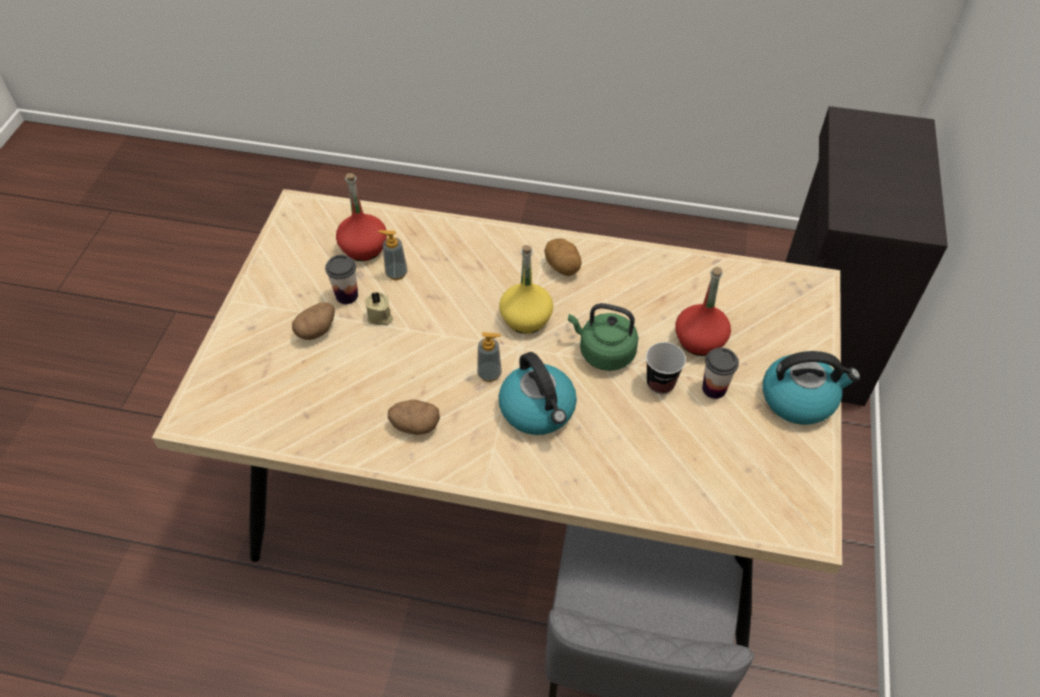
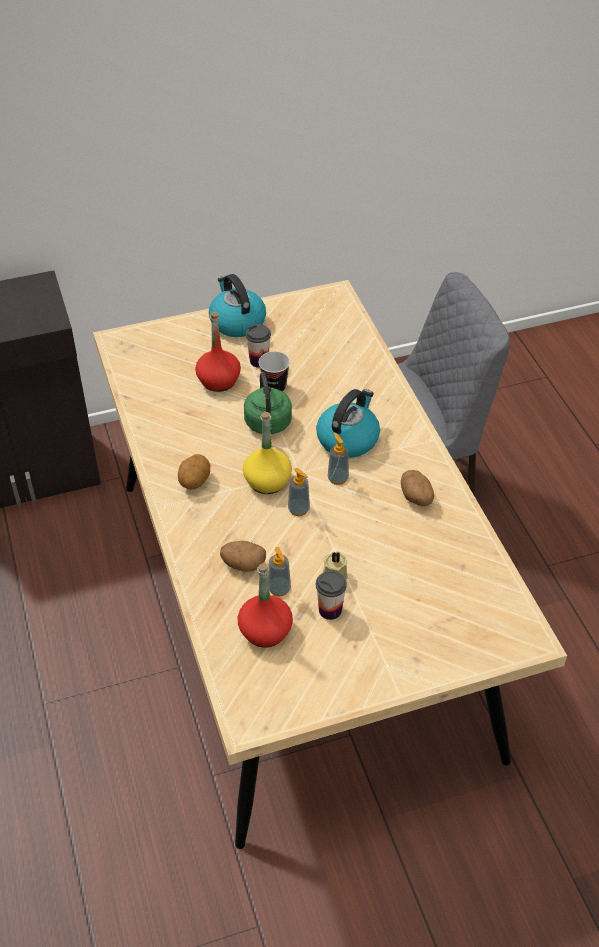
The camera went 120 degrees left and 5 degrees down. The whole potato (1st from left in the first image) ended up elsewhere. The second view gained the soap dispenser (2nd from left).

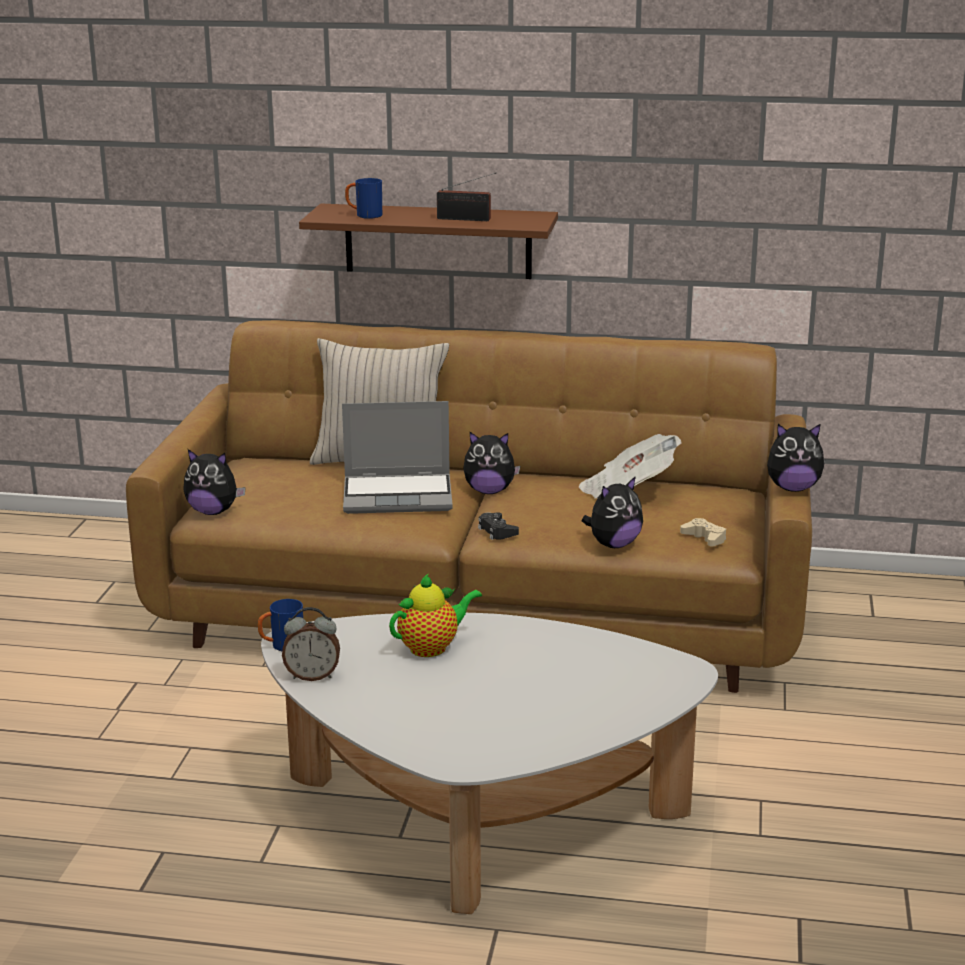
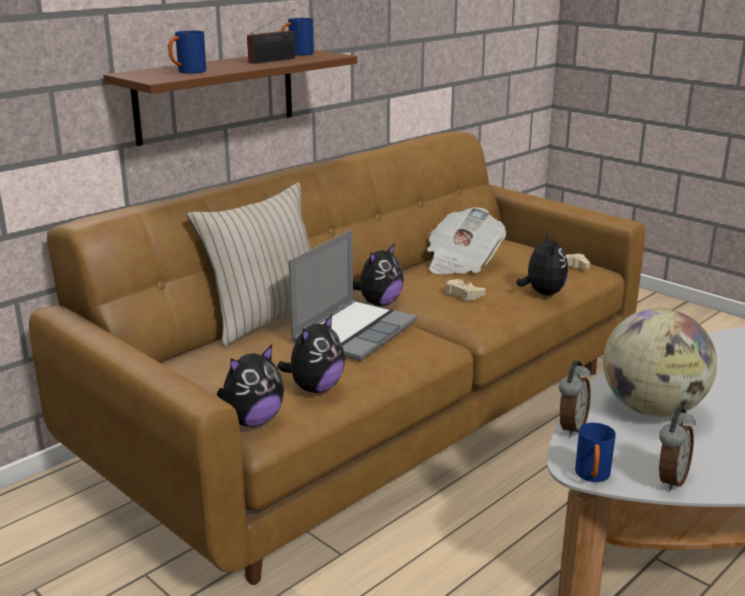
The camera went 55 degrees left and 0 degrees up. The cuddly toy (4th from left in the first image) ended up elsewhere. The second view lost the black gamepad. Where the tea pot stood, the world globe came to stand. The second view gained the blue tea mug (2nd from left). The second view gained the beige-coloured gamepad (1st from left). The second view gained the bedside clock (1st from left).

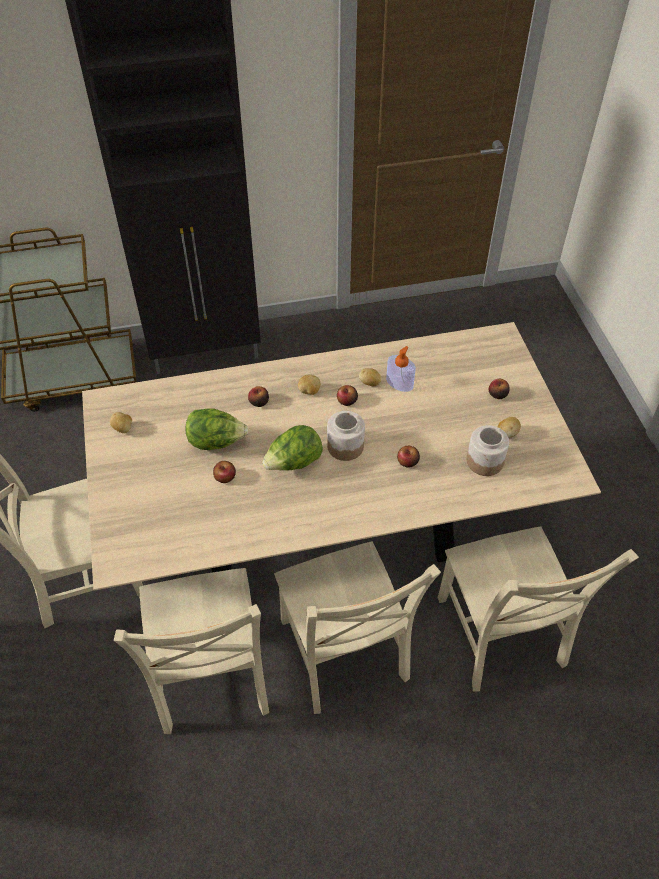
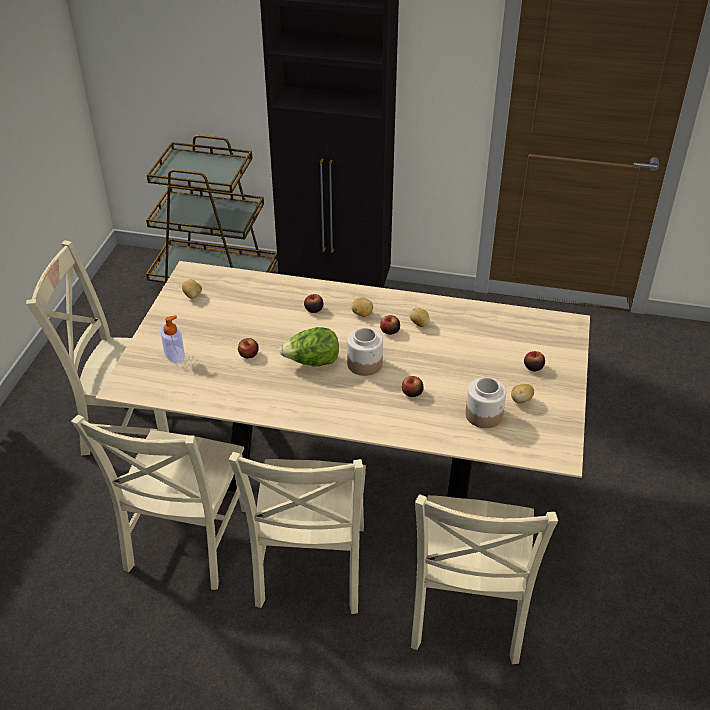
The camera went 25 degrees right and 10 degrees down. The soap dispenser ended up elsewhere. The second view lost the lettuce (1st from left).

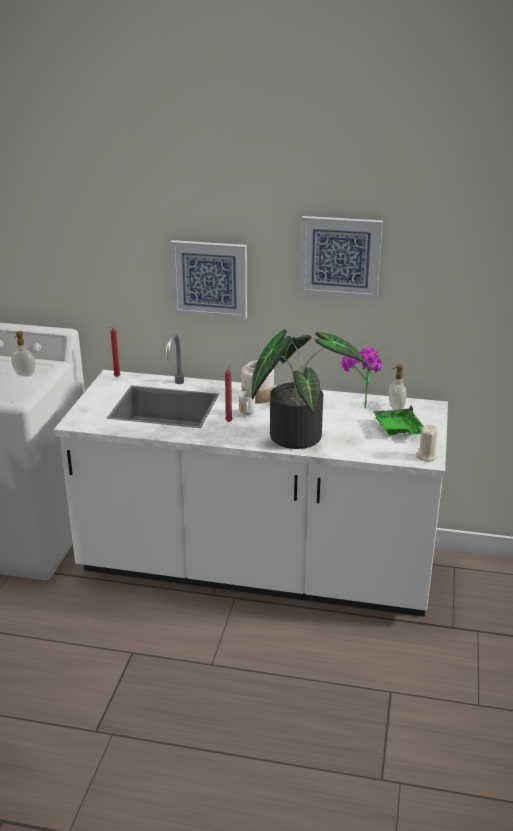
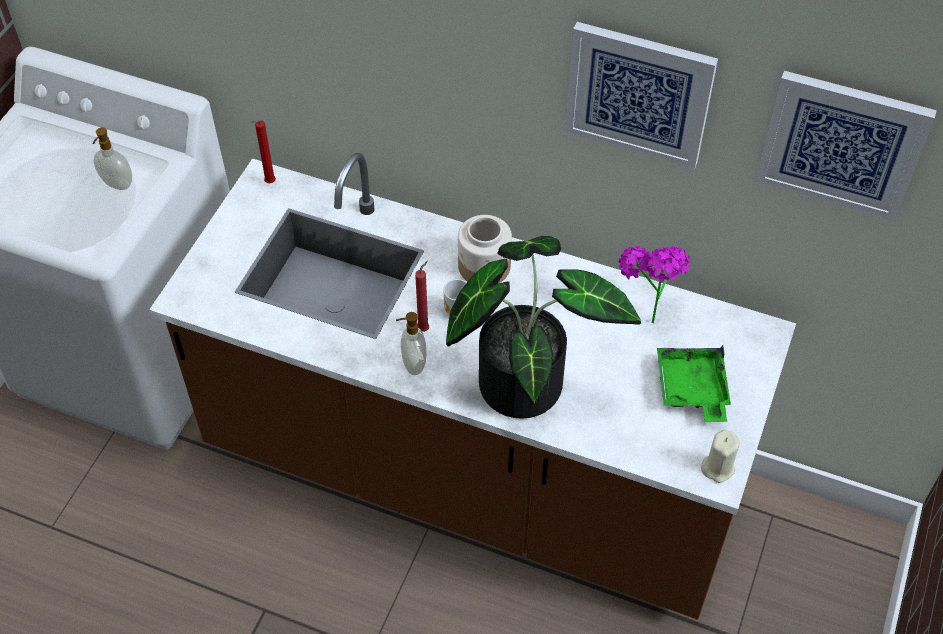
The camera went 10 degrees right and 25 degrees up. The picture (1st from left in the first image) ended up elsewhere. What was the whitish counter turned into the brownish counter. The soap dispenser (2nd from left) ended up elsewhere.

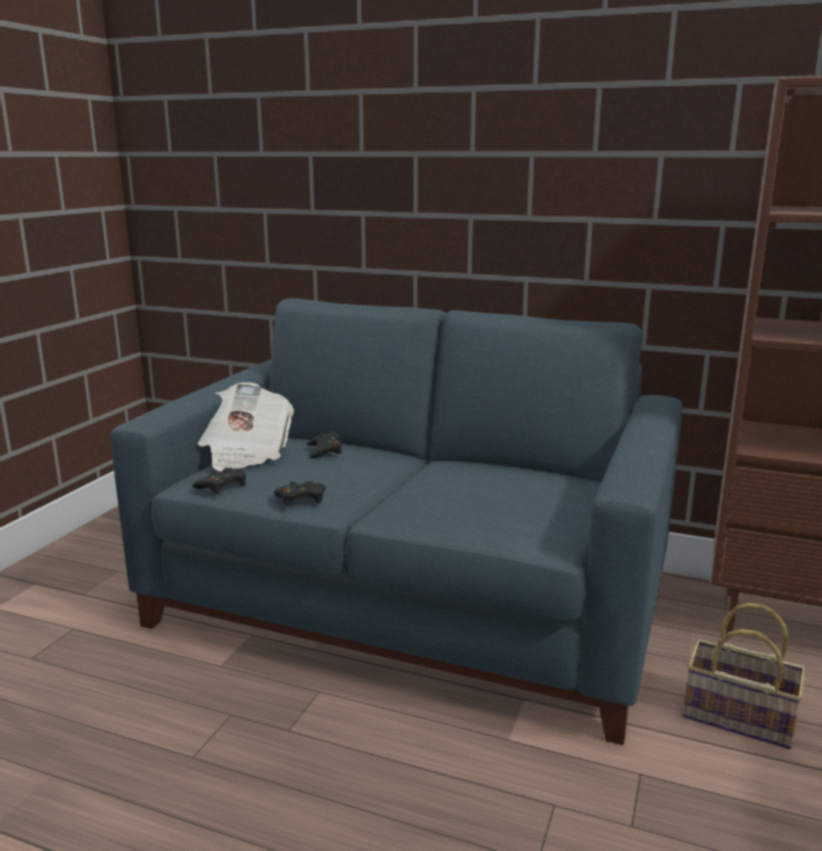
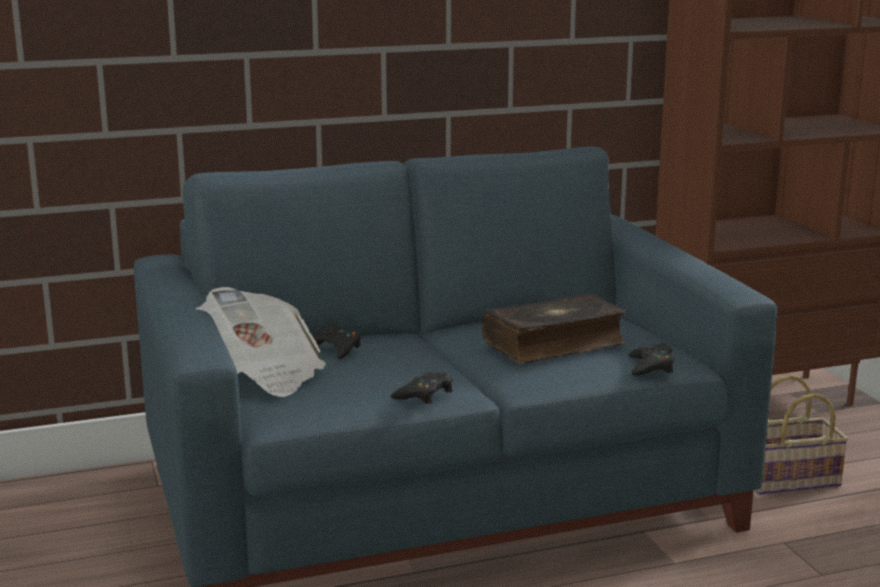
The camera went 40 degrees left and 0 degrees up. The black gamepad (1st from left in the first image) ended up elsewhere. The second view gained the book.

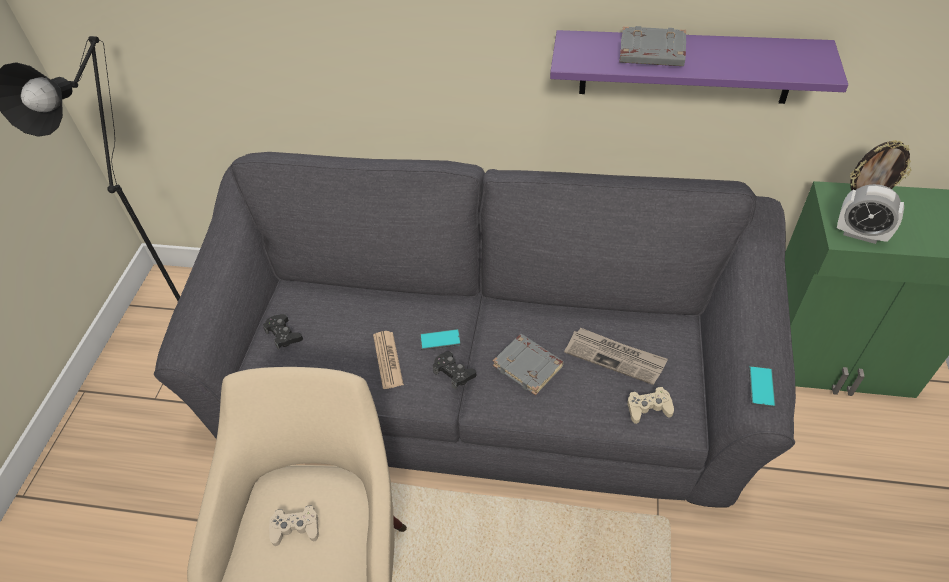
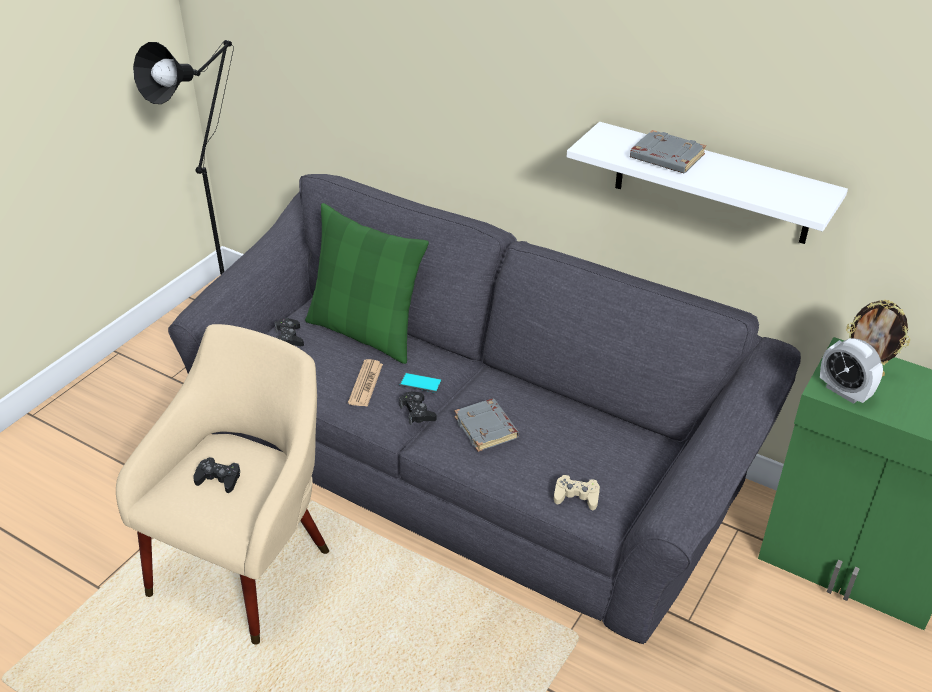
The camera went 20 degrees right and 10 degrees down. What was the purplish wall shelf turned into the whitish wall shelf. The second view lost the printed paper (2nd from left). The second view lost the telephone (2nd from left). What was the beige-coloured gamepad (1st from left) turned into the black gamepad (1st from left). The second view gained the greenish throw pillow.

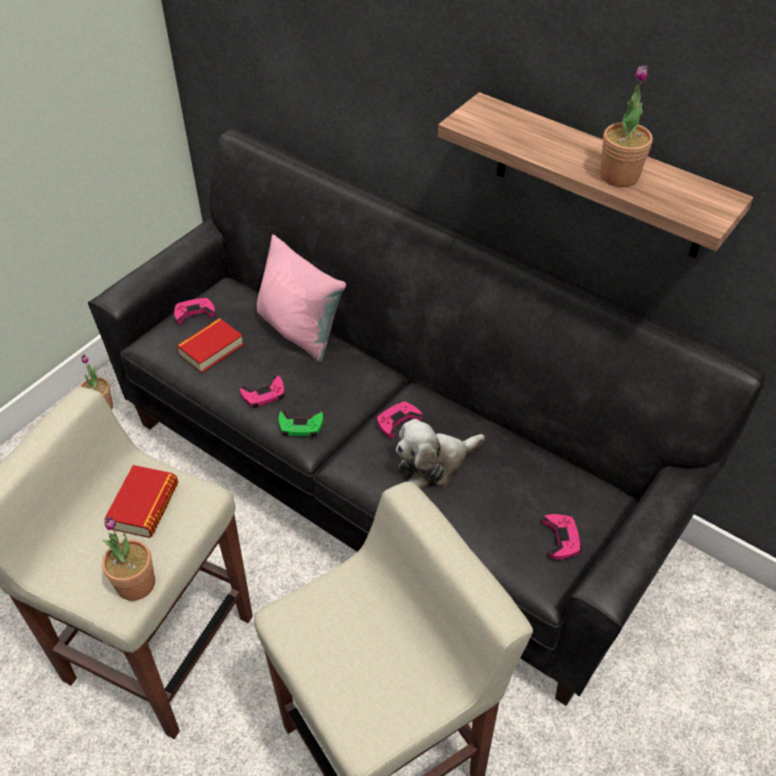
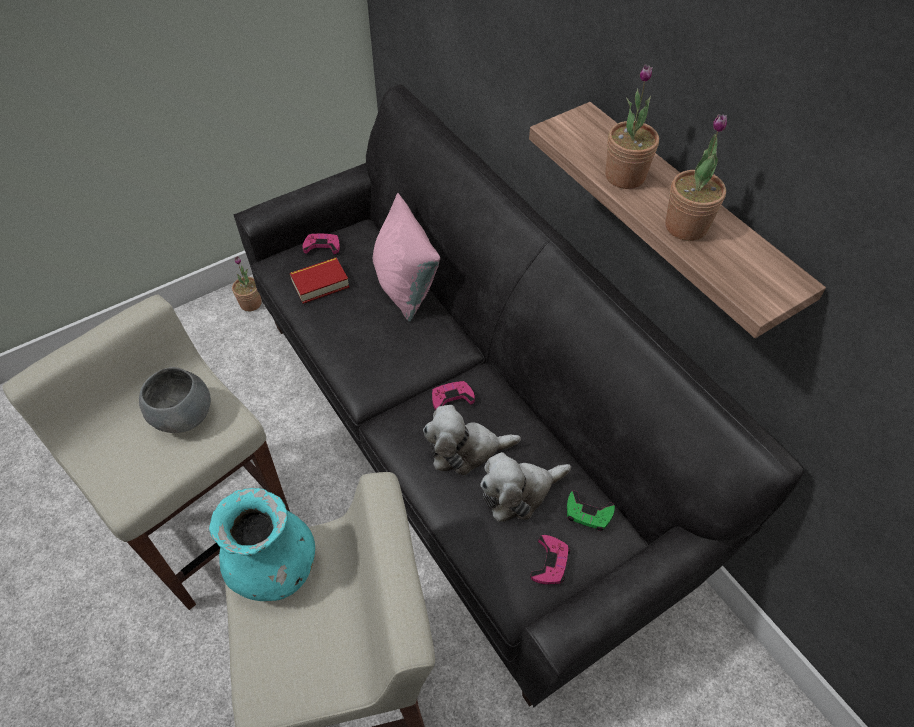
The camera went 20 degrees right and 5 degrees up. The second view lost the pinkish gamepad (2nd from left). The greenish gamepad ended up elsewhere. Where the book (1st from left) stood, the gray serving bowl came to stand. The potted plant (2nd from left) ended up elsewhere. The second view gained the cuddly toy (2nd from left). The second view gained the blue-green decorative vase.

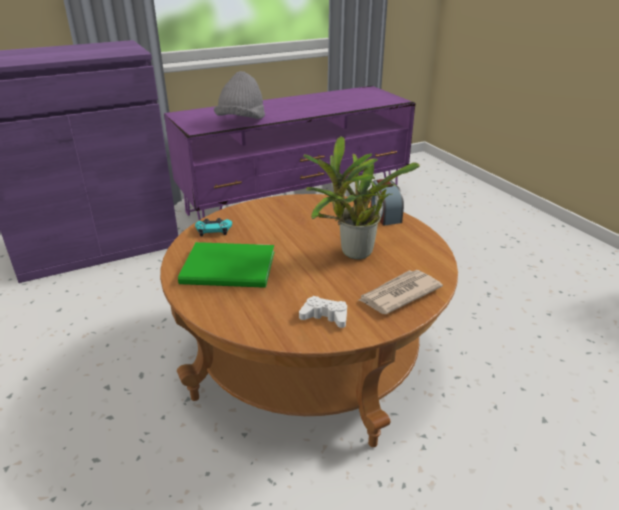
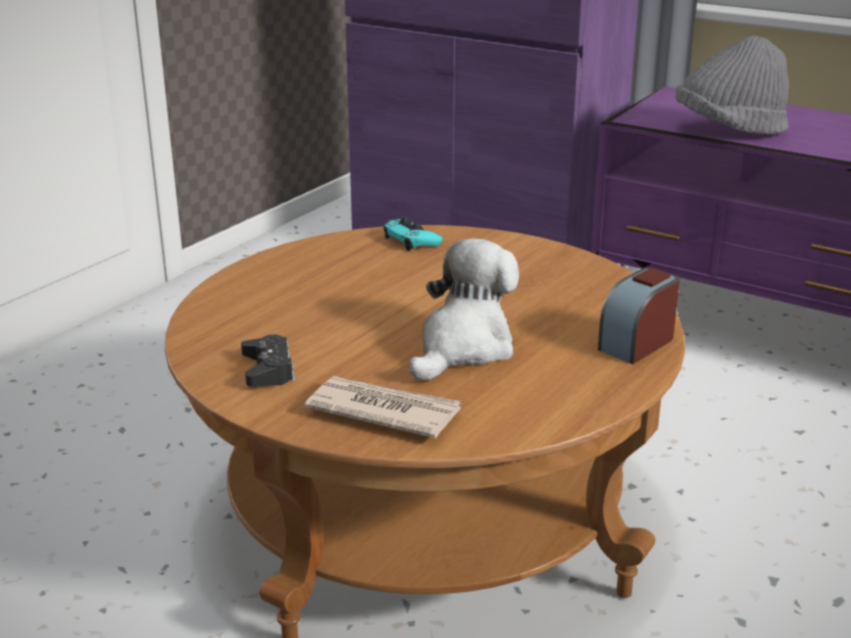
The camera went 60 degrees right and 5 degrees down. Where the potted plant stood, the cuddly toy came to stand. The second view lost the greenish book. What was the whitish gamepad turned into the black gamepad.

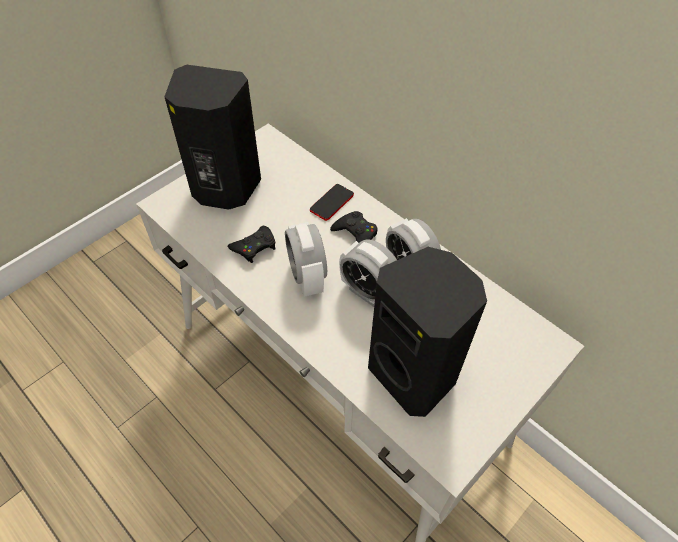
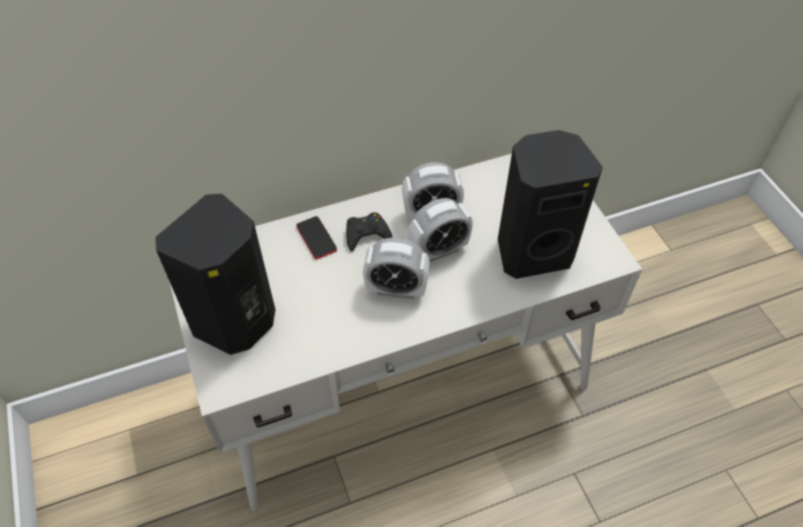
The camera went 65 degrees left and 0 degrees up. The second view lost the black gamepad (1st from left).

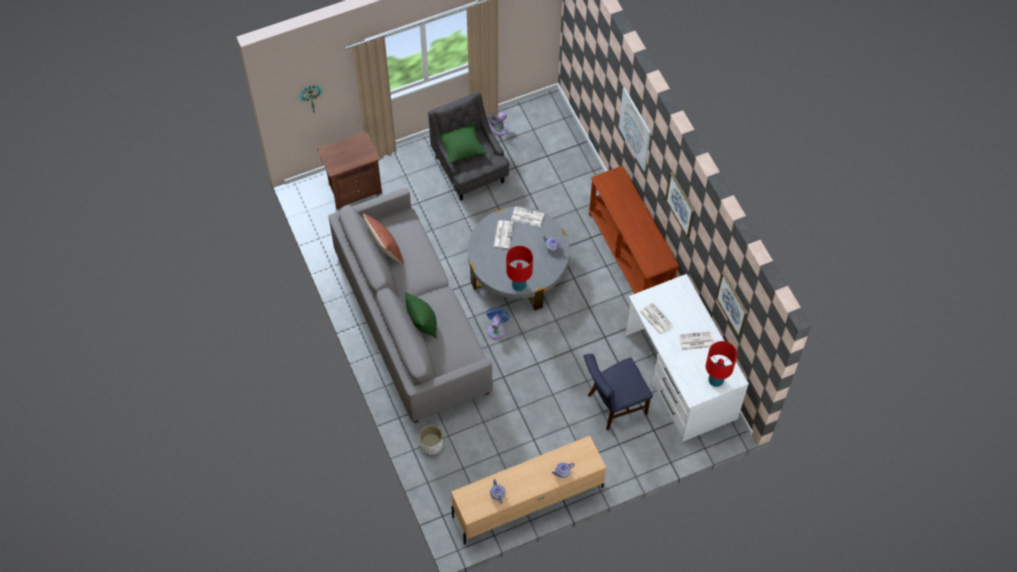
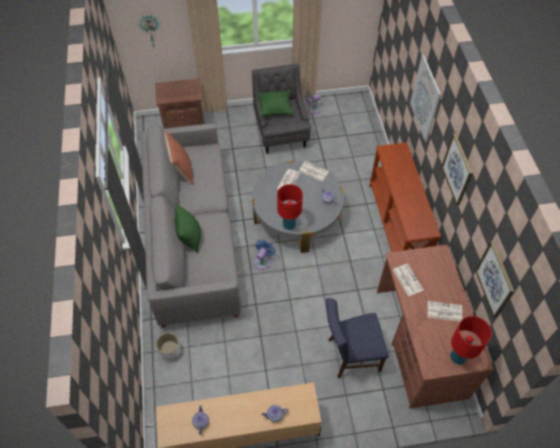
The camera went 15 degrees right and 5 degrees down. What was the whitish desk table turned into the brownish desk table.

